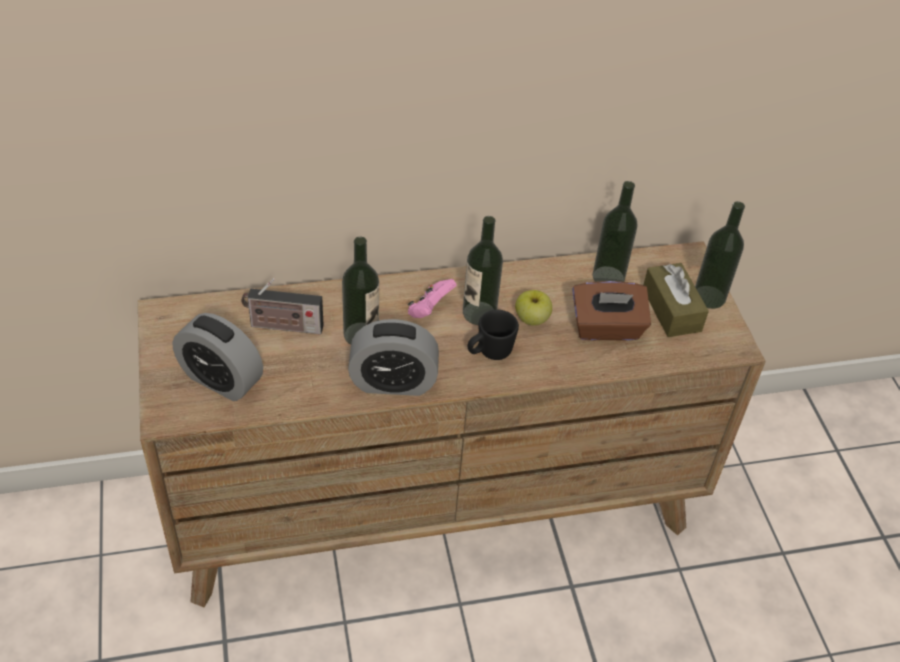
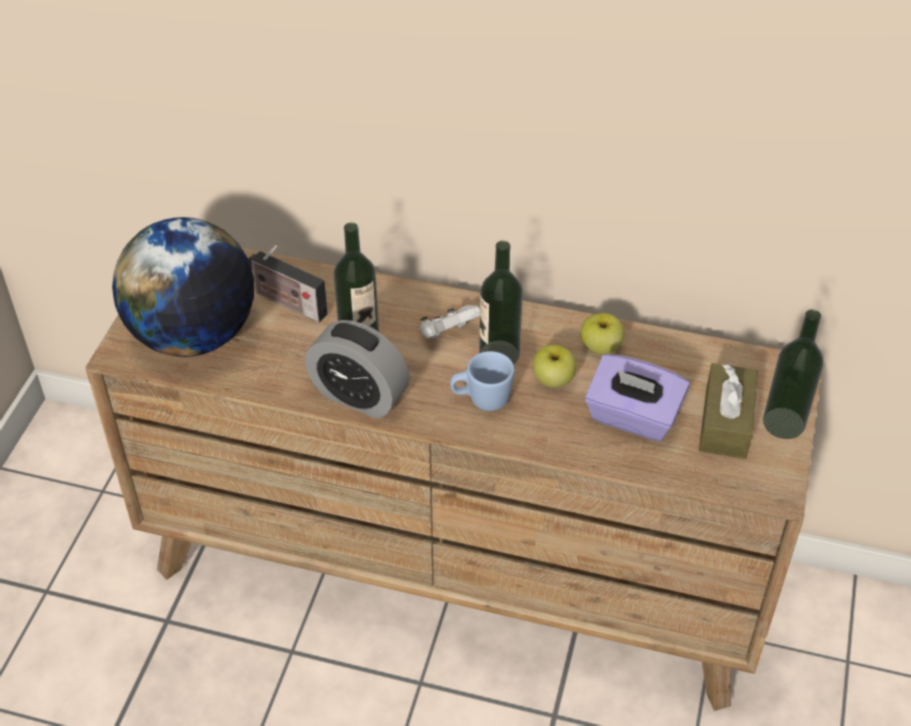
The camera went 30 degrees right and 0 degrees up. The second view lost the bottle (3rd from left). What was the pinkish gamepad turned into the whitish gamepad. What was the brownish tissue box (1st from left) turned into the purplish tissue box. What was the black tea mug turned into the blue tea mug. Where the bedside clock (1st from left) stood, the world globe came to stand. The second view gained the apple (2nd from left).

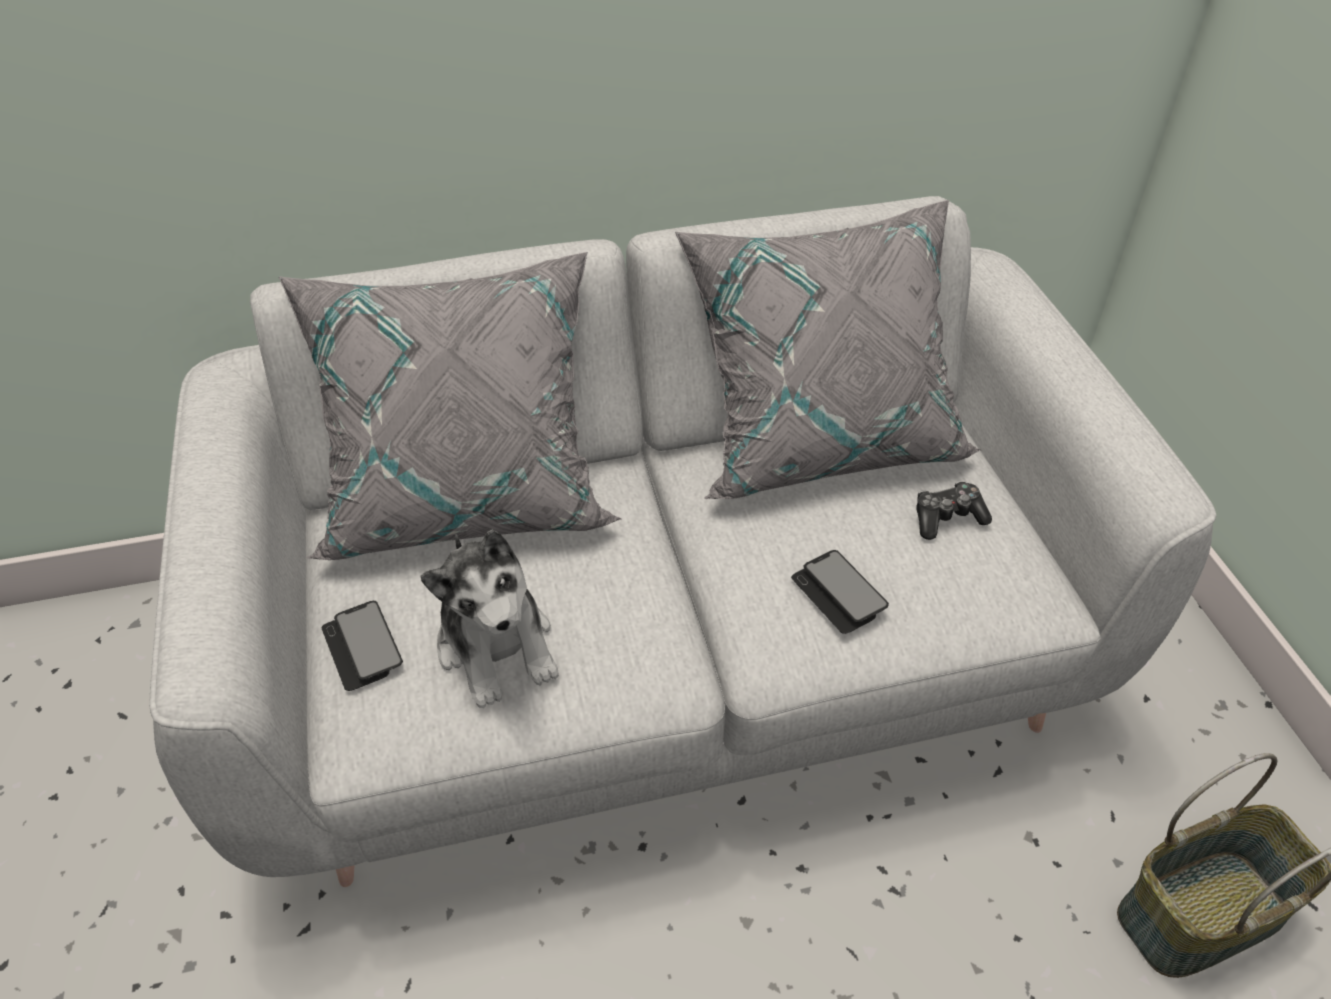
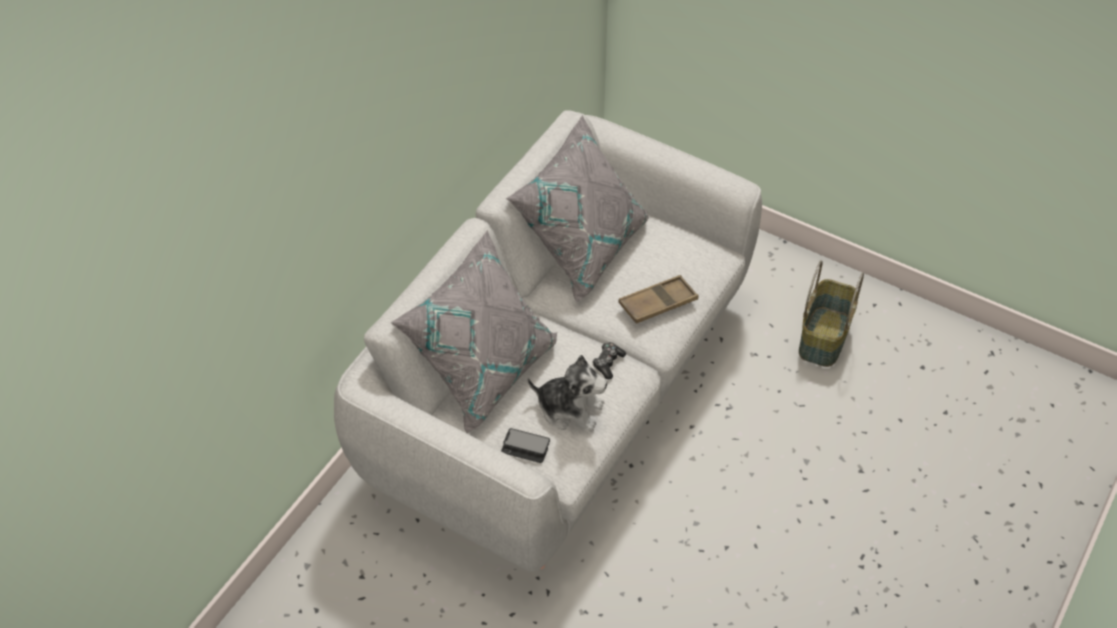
The camera went 45 degrees left and 5 degrees up. The gamepad ended up elsewhere. Where the telephone (2nd from left) stood, the brownish serving tray came to stand.

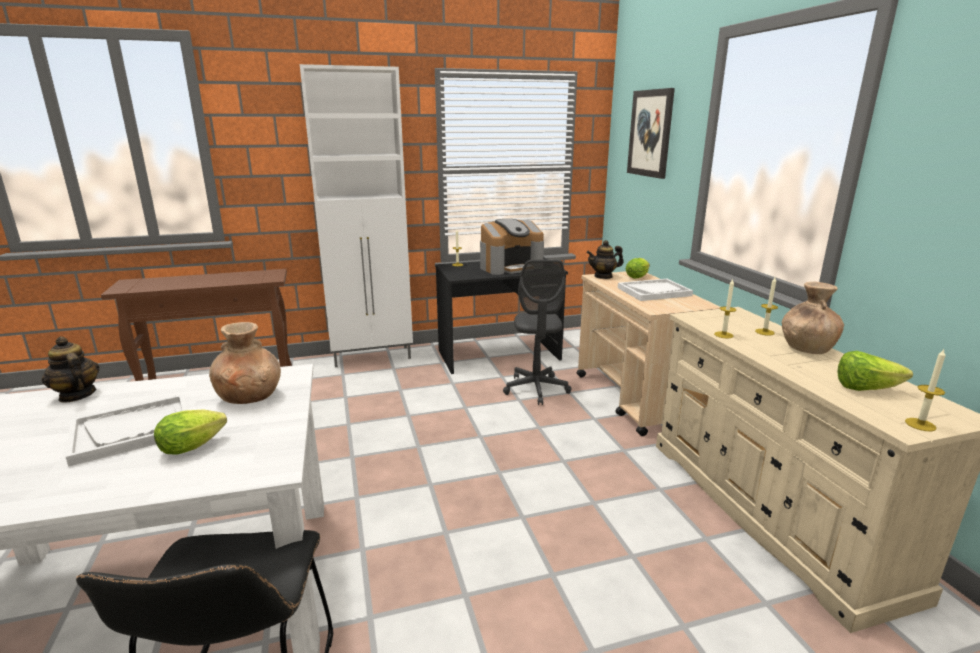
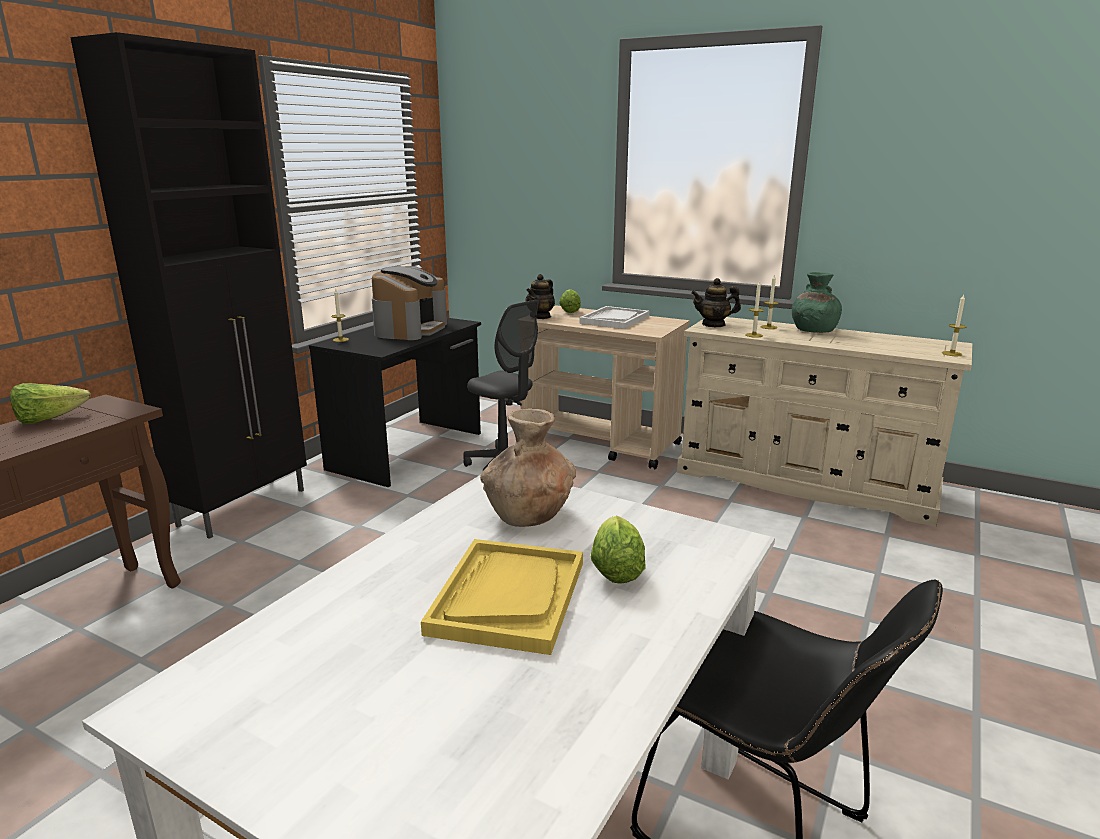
The camera went 45 degrees left and 0 degrees up. What was the whitish cabinet turned into the black cabinet. The second view lost the picture. What was the brownish decorative vase (2nd from left) turned into the greenish decorative vase. The tea pot (1st from left in the first image) ended up elsewhere. The lettuce (3rd from left in the first image) ended up elsewhere. What was the whitish serving tray (1st from left) turned into the yellow serving tray.

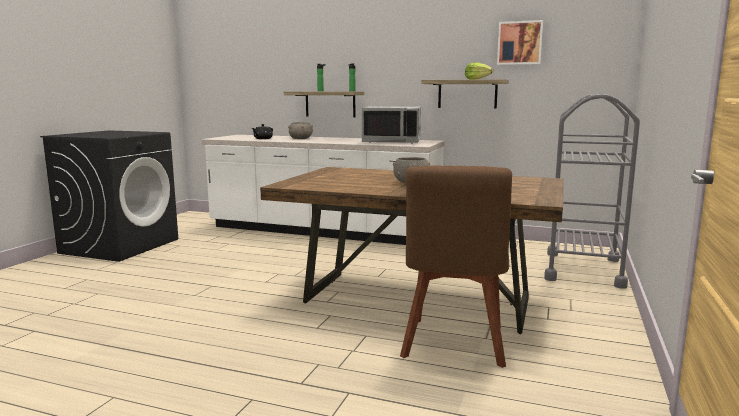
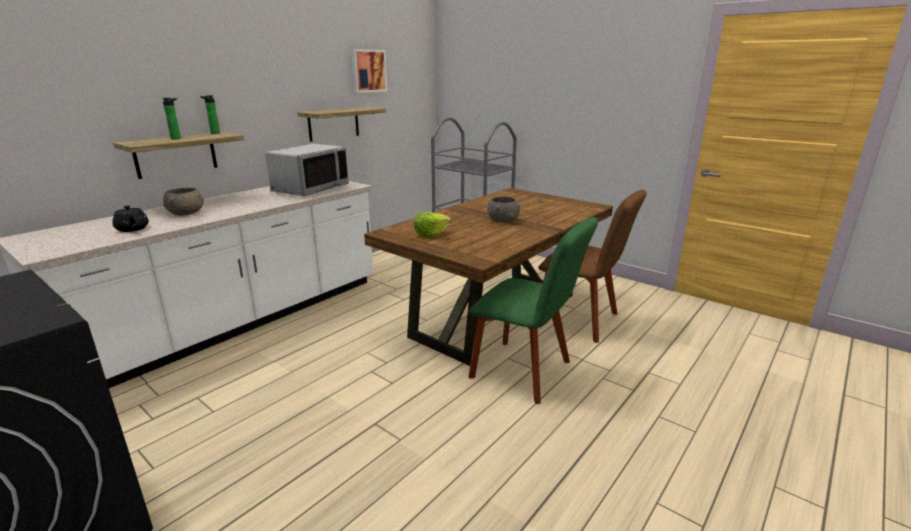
The camera went 70 degrees left and 10 degrees up. The lettuce ended up elsewhere. The second view gained the greenish chair.

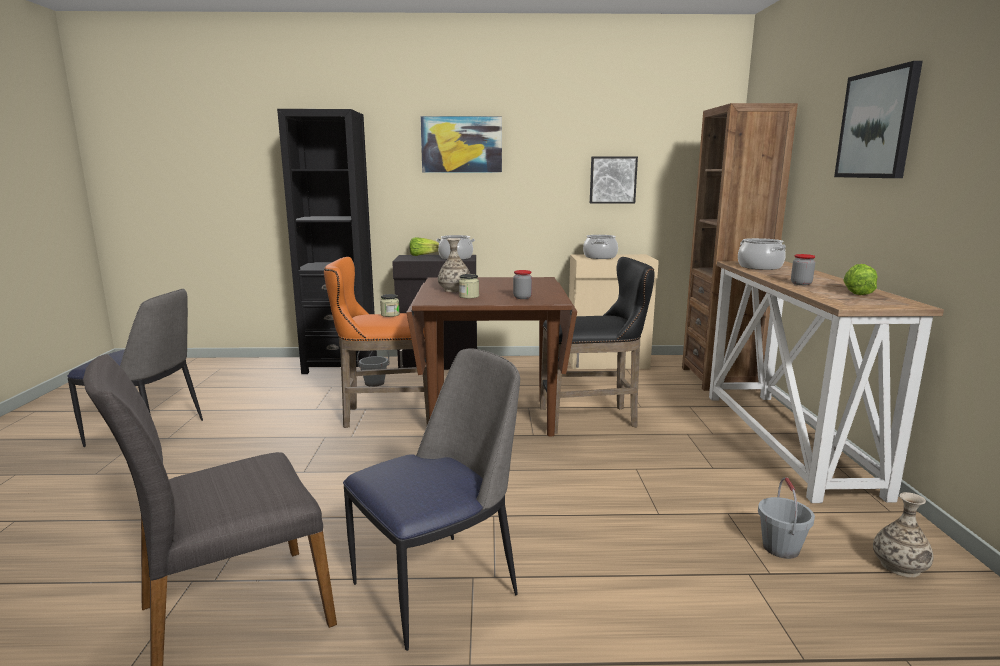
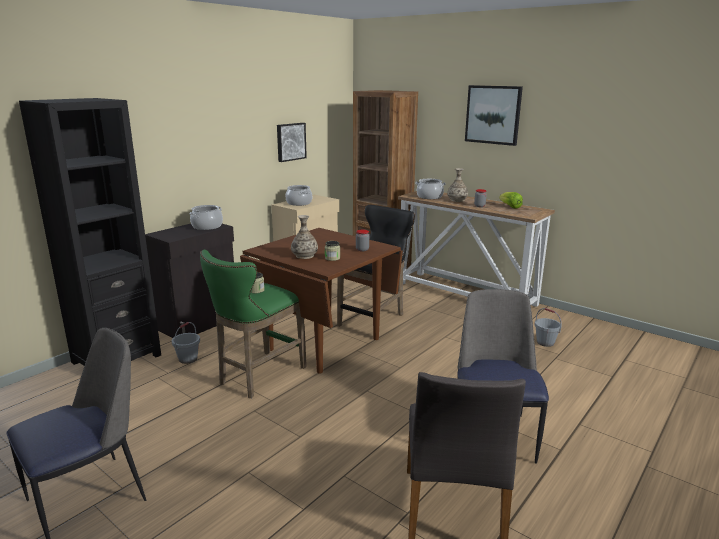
The camera went 50 degrees left and 5 degrees up. The second view lost the picture (1st from left). The second view lost the lettuce (1st from left). What was the orange sitting stool turned into the greenish sitting stool. The decorative vase (2nd from left) ended up elsewhere.

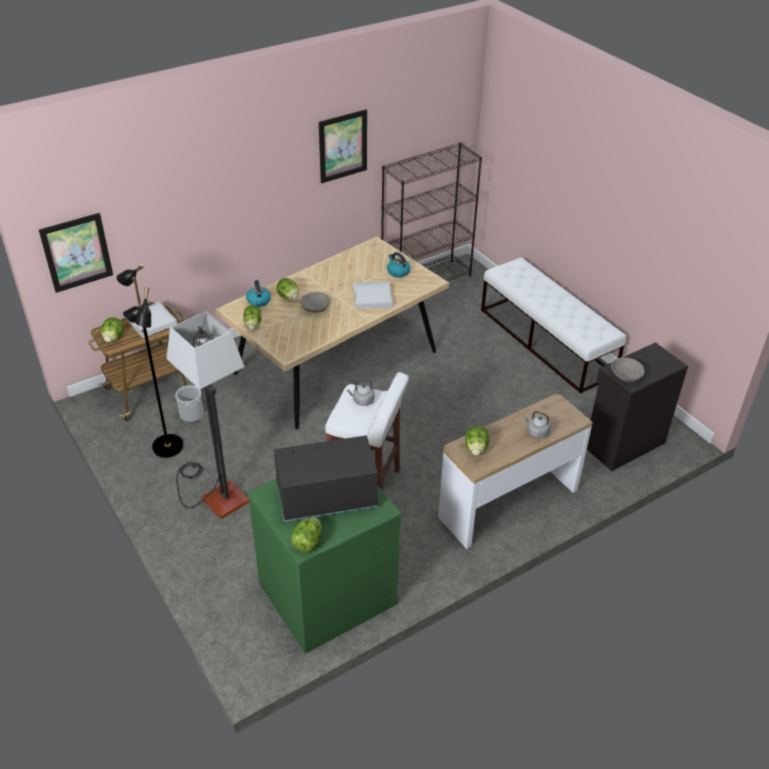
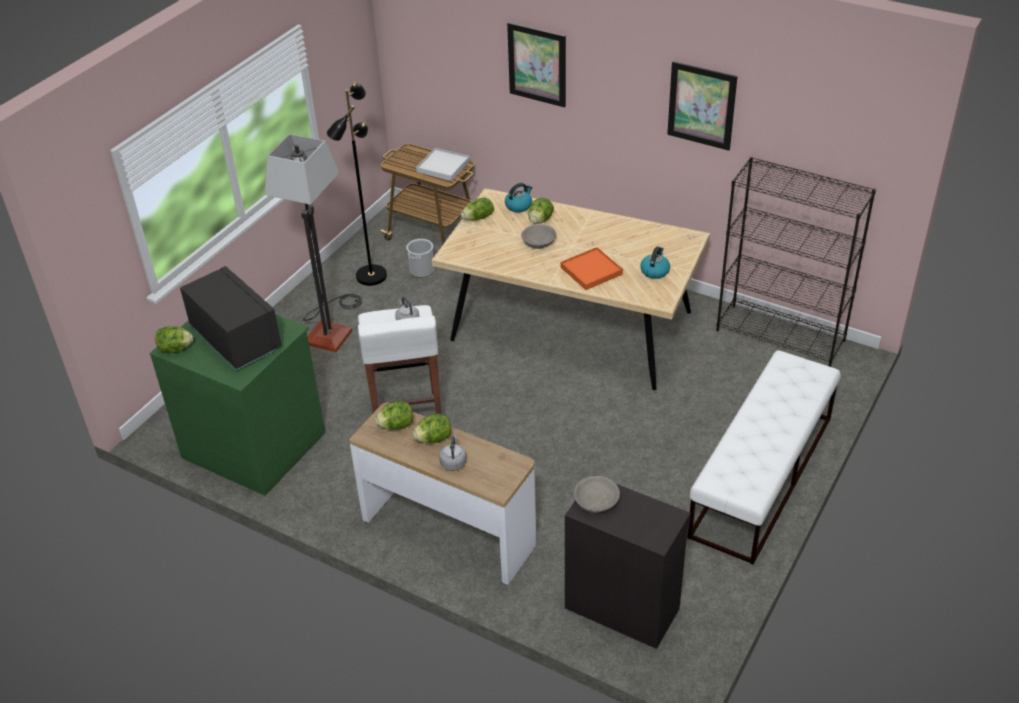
The camera went 65 degrees right and 0 degrees up. The picture (1st from left) ended up elsewhere. What was the whitish serving tray (2nd from left) turned into the orange serving tray. The lettuce (1st from left in the first image) ended up elsewhere.

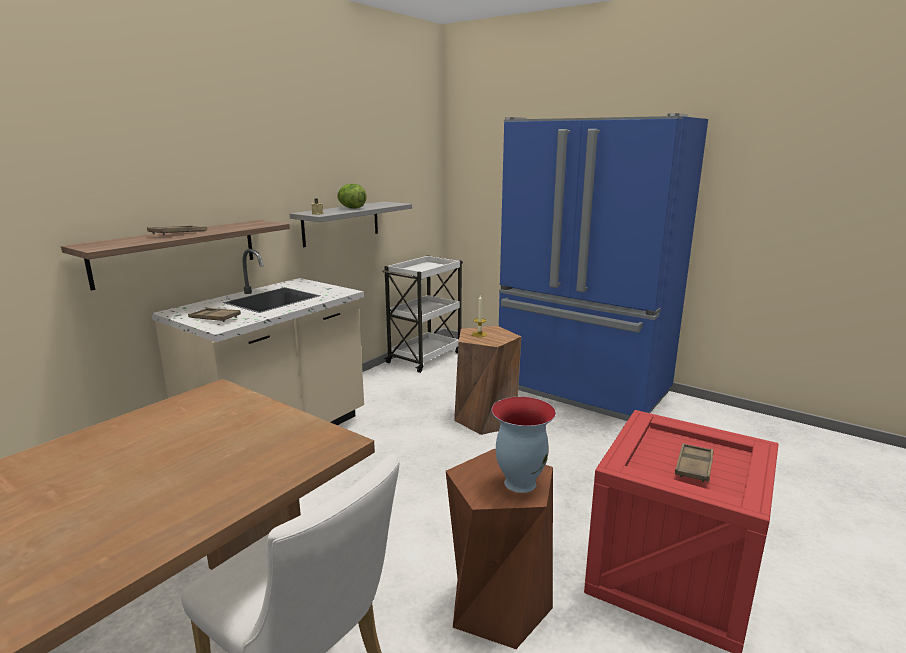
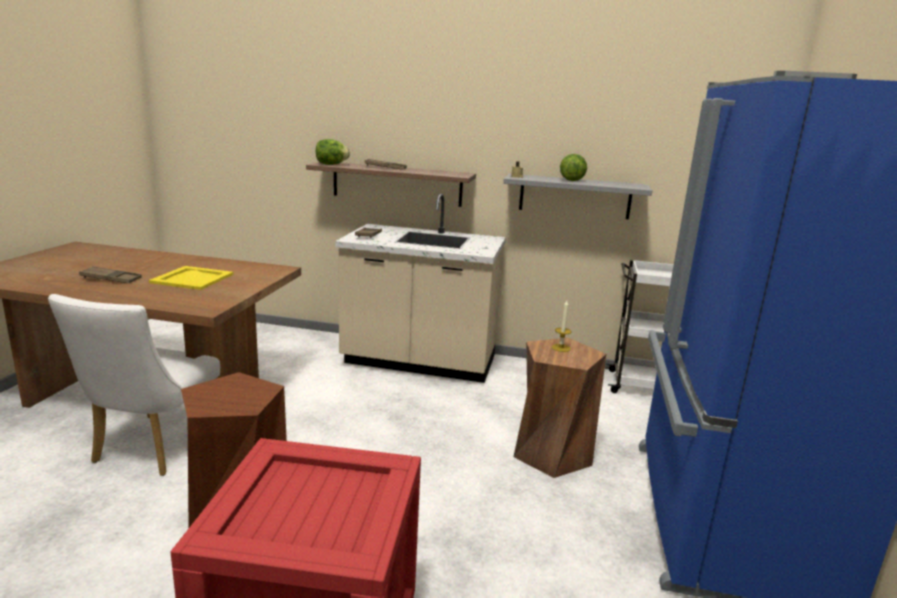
The camera went 65 degrees right and 0 degrees up. The second view lost the decorative vase. The brownish serving tray (3rd from left in the first image) ended up elsewhere. The second view gained the lettuce (1st from left). The second view gained the yellow serving tray.

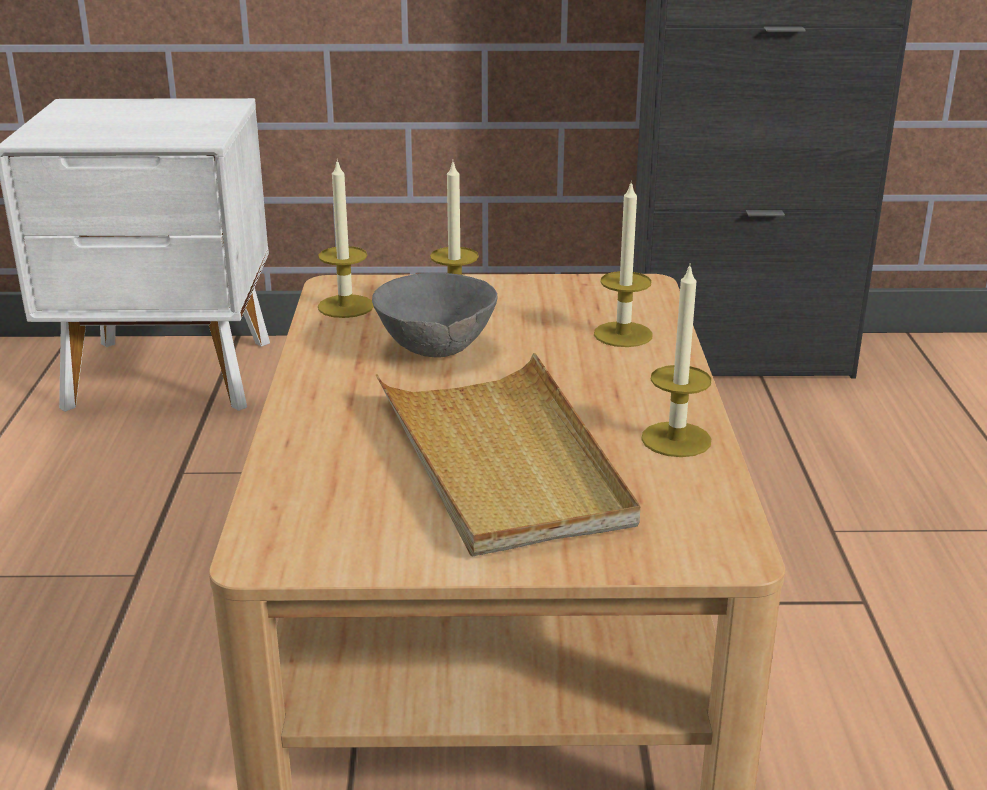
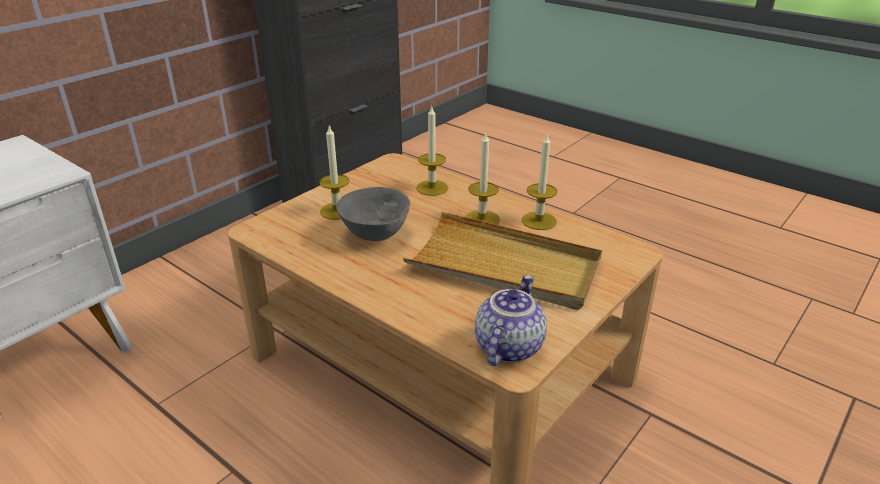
The camera went 50 degrees left and 5 degrees up. The wax candle (1st from left in the first image) ended up elsewhere. The second view gained the tea pot.

